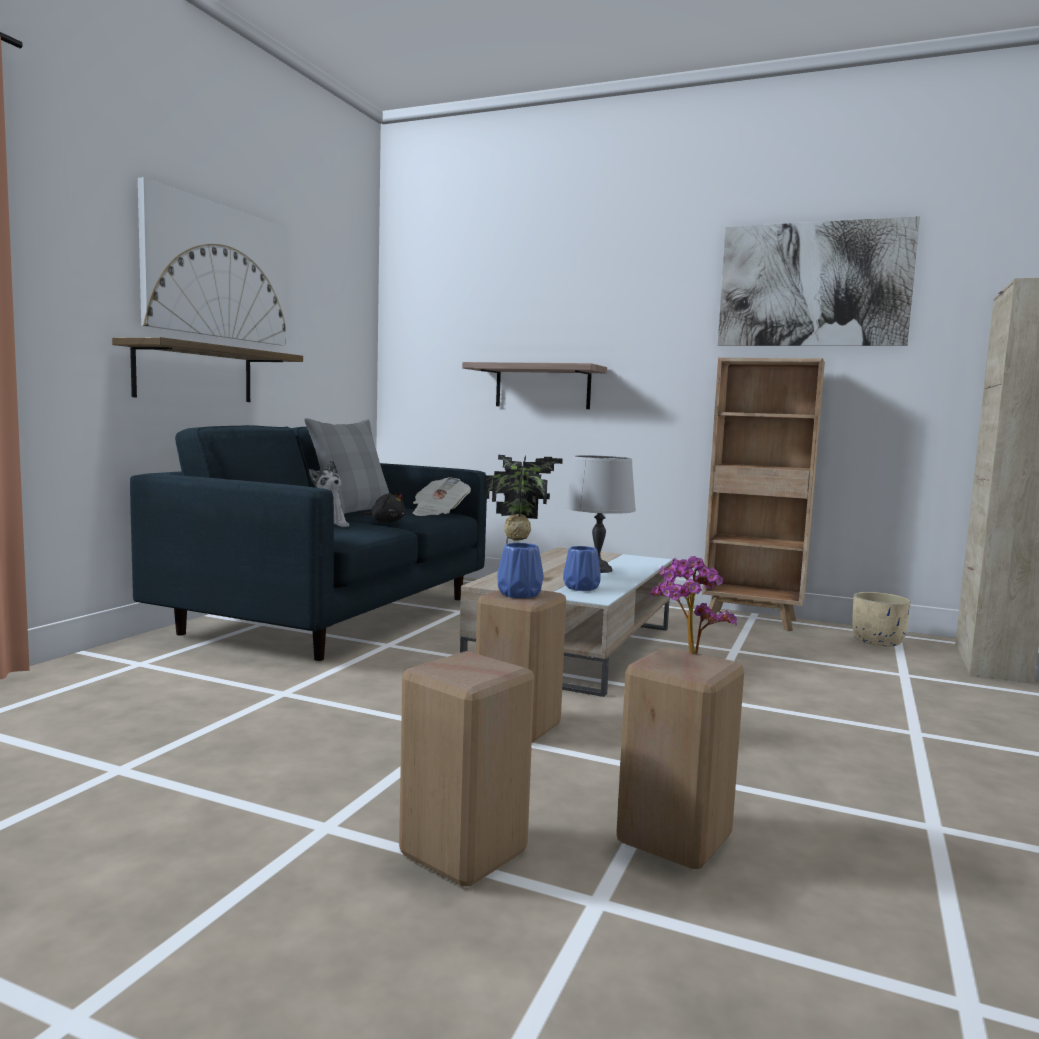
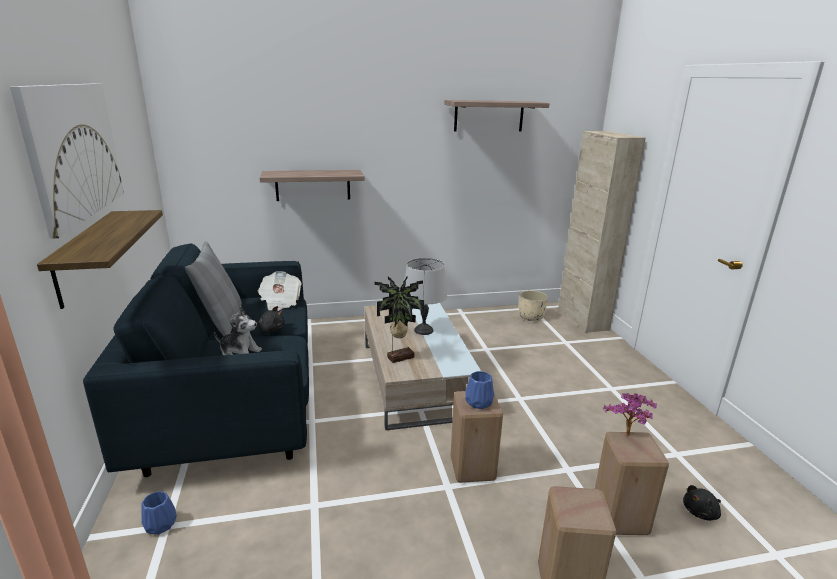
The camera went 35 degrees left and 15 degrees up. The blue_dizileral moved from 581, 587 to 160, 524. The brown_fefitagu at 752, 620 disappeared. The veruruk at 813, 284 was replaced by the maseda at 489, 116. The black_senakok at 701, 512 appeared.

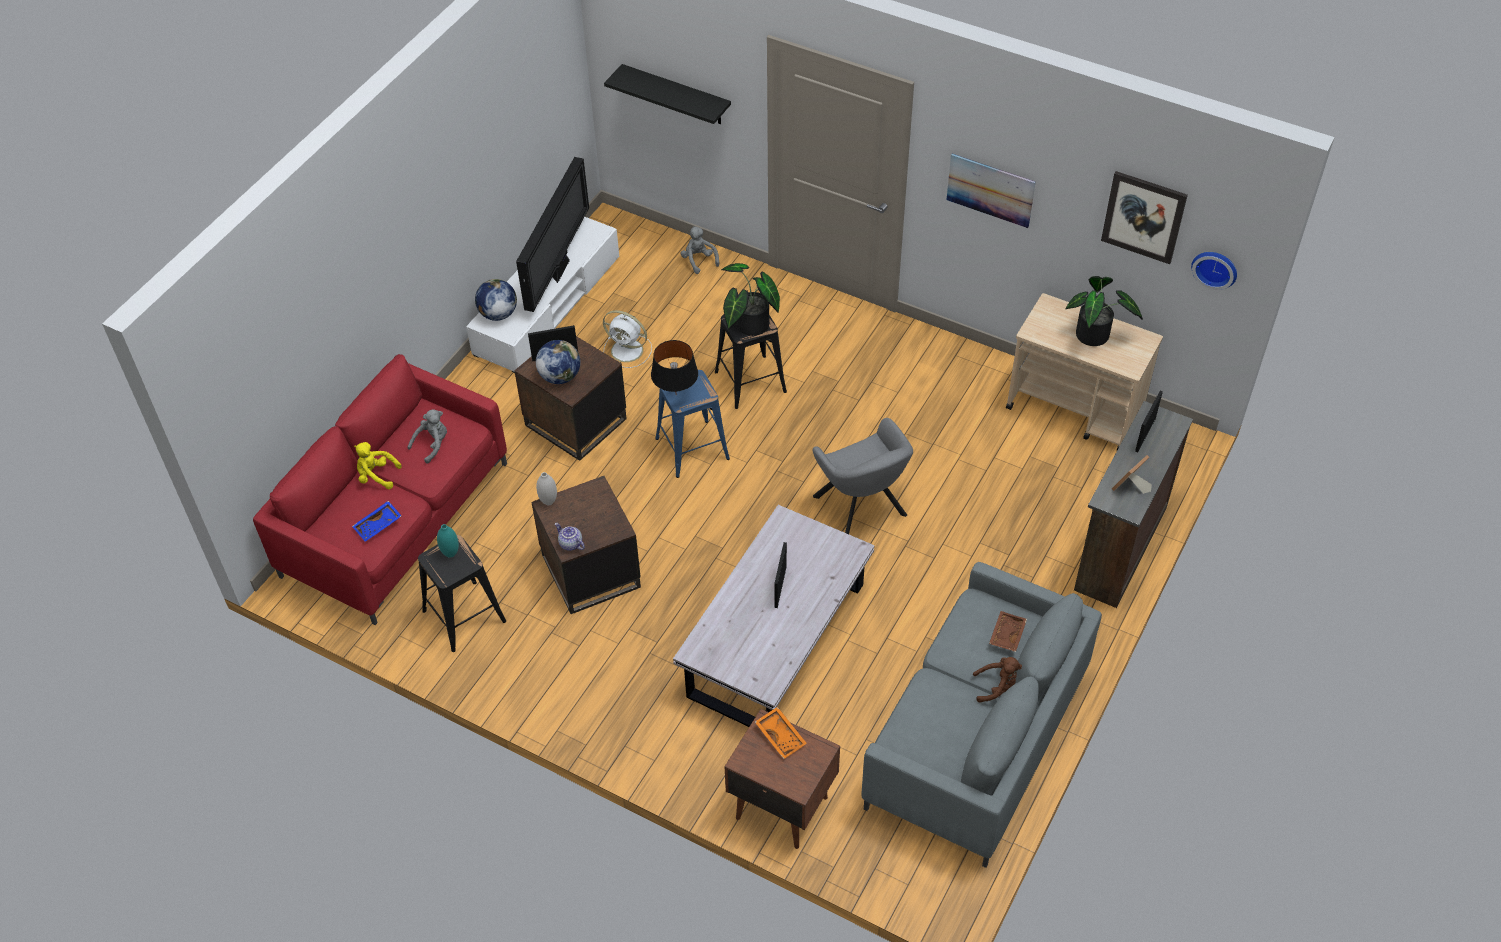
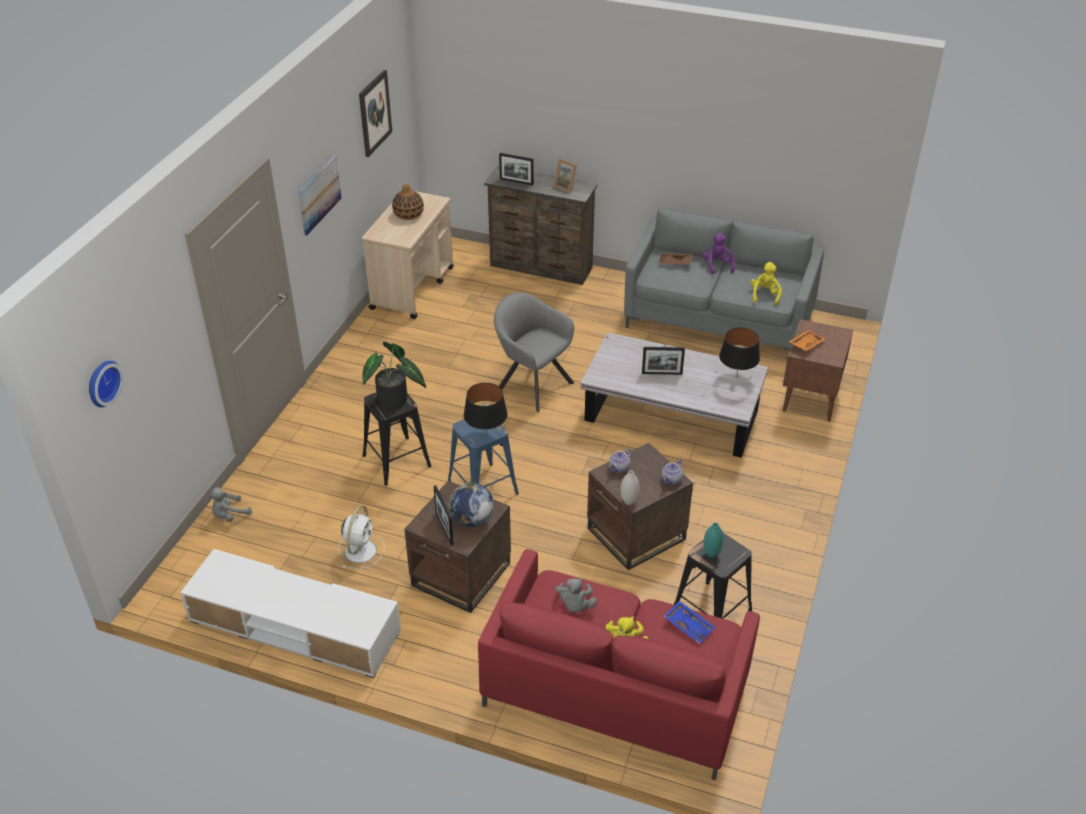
The camera went 100 degrees left and 10 degrees down. The grey_senakok at 432, 444 turned 120 degrees counterclockwise. The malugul at 498, 314 disappeared. The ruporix at 560, 269 disappeared. The black_maseda at 676, 95 disappeared. The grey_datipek at 862, 509 turned 105 degrees counterclockwise. The brown_senakok at 998, 687 became the purple_senakok at 717, 265. The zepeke at 1095, 337 was replaced by the dizileral at 408, 214. The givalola moved from 1215, 268 to 102, 382. The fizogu at 619, 468 appeared. The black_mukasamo at 736, 377 appeared. The yellow_senakok at 764, 295 appeared.

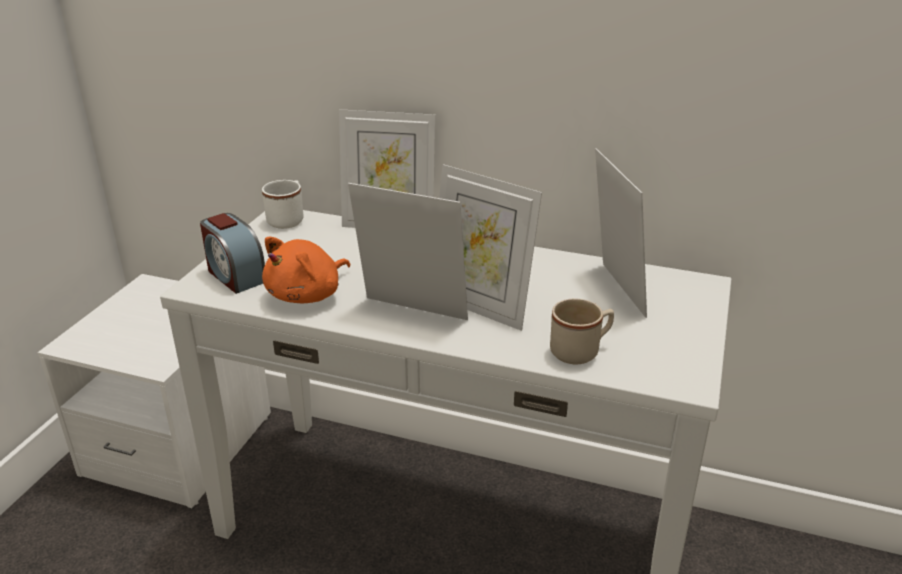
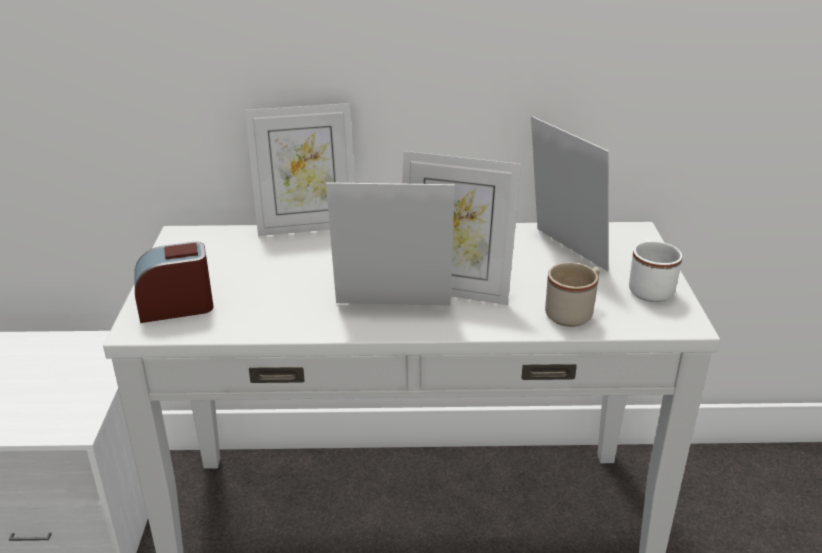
The camera went 20 degrees left and 0 degrees up. The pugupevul at 235, 275 turned 135 degrees clockwise. The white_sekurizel moved from 288, 219 to 649, 288. The orange_senakok at 307, 295 disappeared.

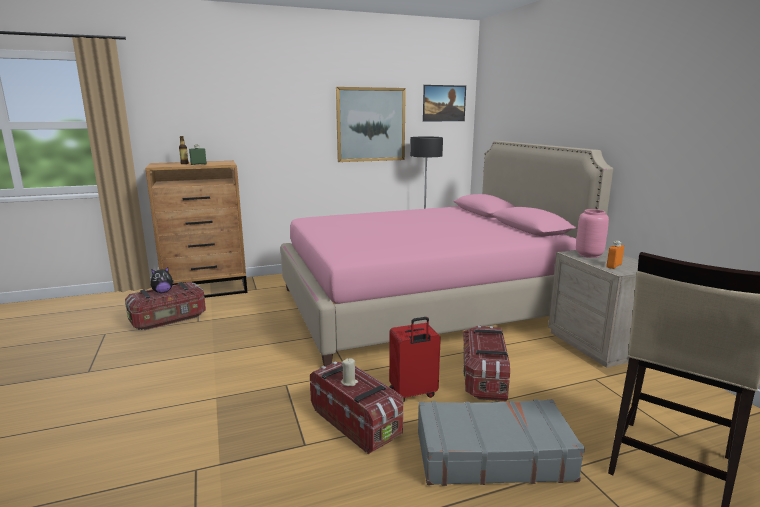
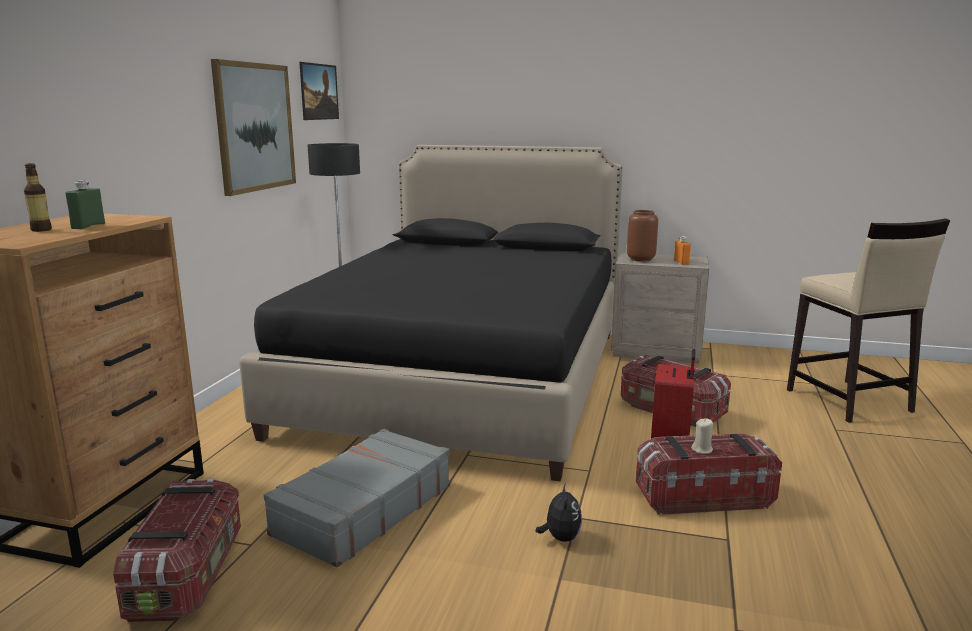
The camera went 55 degrees left and 0 degrees up. The senakok moved from 163, 292 to 560, 538. The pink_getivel at 424, 304 became the black_getivel at 464, 379. The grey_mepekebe moved from 492, 455 to 362, 510. The pink_dizileral at 588, 255 became the brown_dizileral at 640, 259.

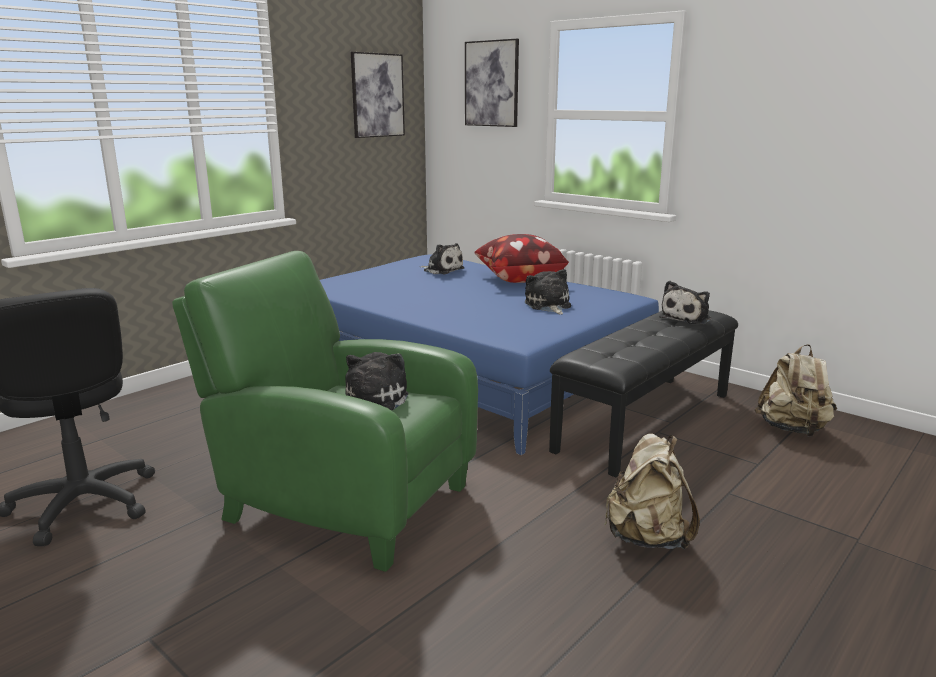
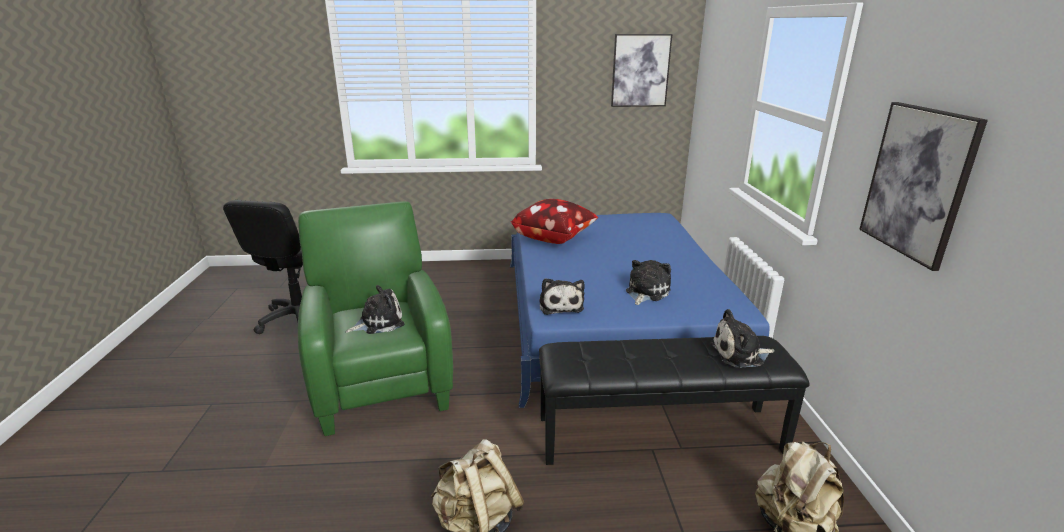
The camera went 45 degrees right and 5 degrees up. The senakok moved from 442, 270 to 560, 305. The veruruk moved from 492, 84 to 917, 182. The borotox moved from 518, 280 to 553, 238.

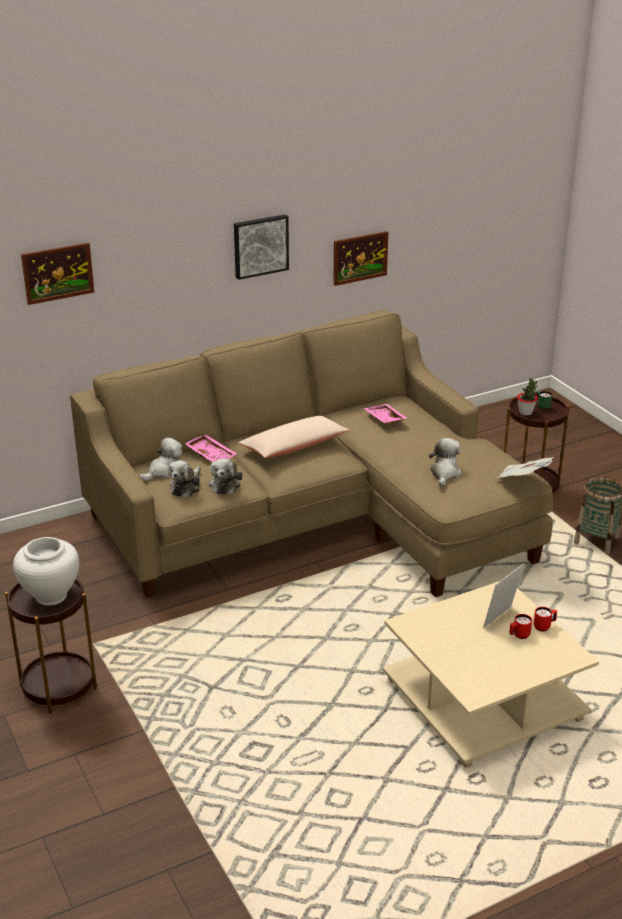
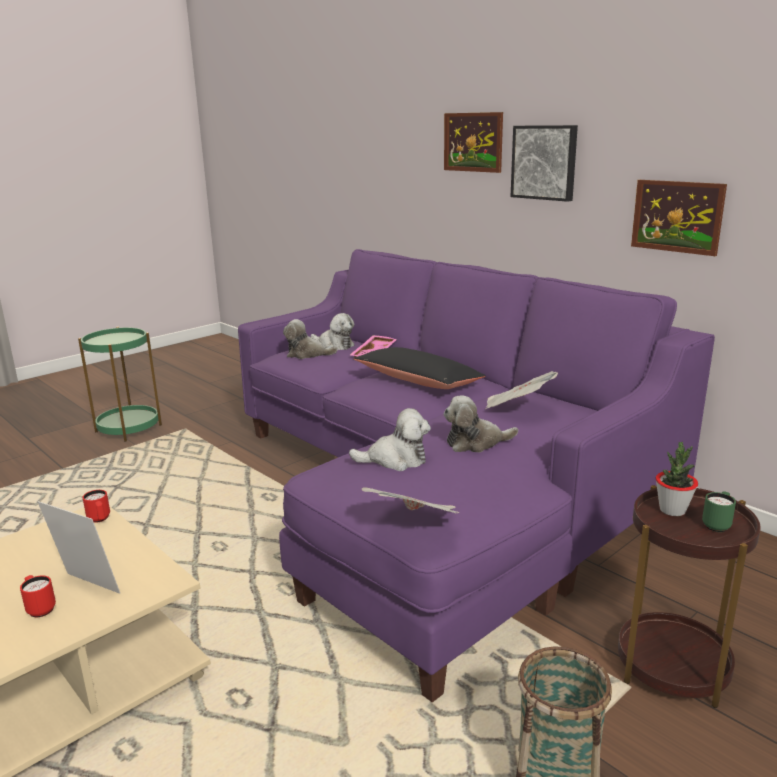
The camera went 75 degrees right and 10 degrees down. The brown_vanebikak at 58, 686 became the green_vanebikak at 128, 428. The white_dizileral at 51, 595 disappeared. The veruruk moved from 58, 273 to 473, 142. The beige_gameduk at 316, 518 became the purple_gameduk at 437, 492. The senakok moved from 225, 484 to 476, 443. The beige_borotox at 294, 447 became the black_borotox at 418, 381. The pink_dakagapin at 384, 419 was replaced by the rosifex at 517, 408. The red_sekurizel moved from 544, 626 to 100, 519.

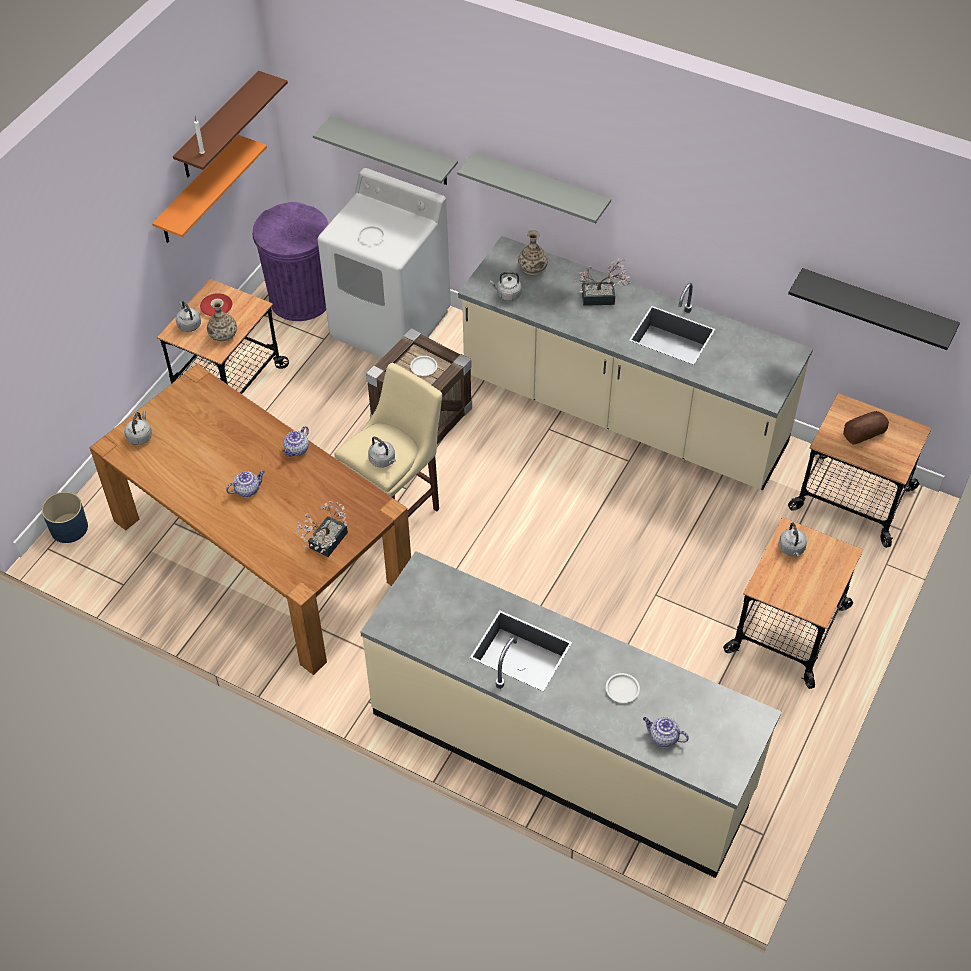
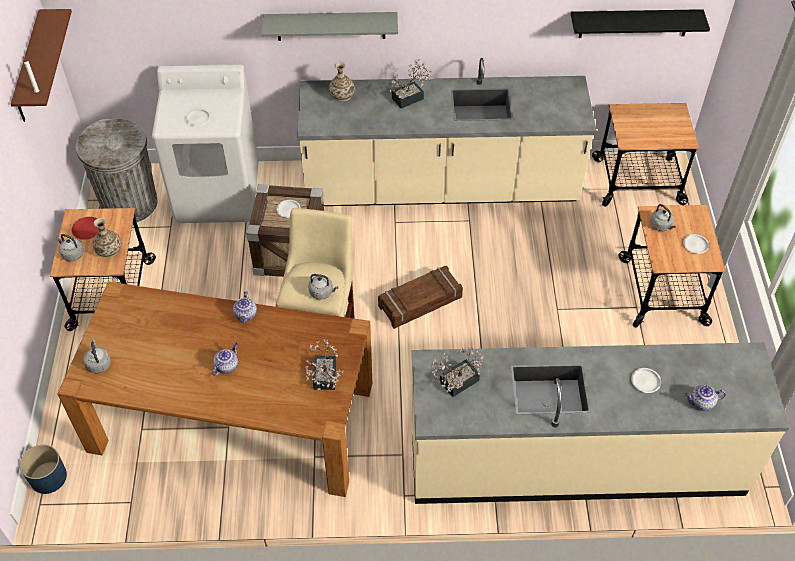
The camera went 30 degrees left and 0 degrees up. The orange_maseda at 198, 191 disappeared. The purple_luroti at 300, 299 became the grey_luroti at 129, 203. The grey_maseda at 394, 151 disappeared. The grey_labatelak at 507, 295 disappeared. The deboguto at 864, 433 disappeared. The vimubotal at 420, 302 appeared. The zepeke at 455, 383 appeared. The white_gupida at 695, 245 appeared.

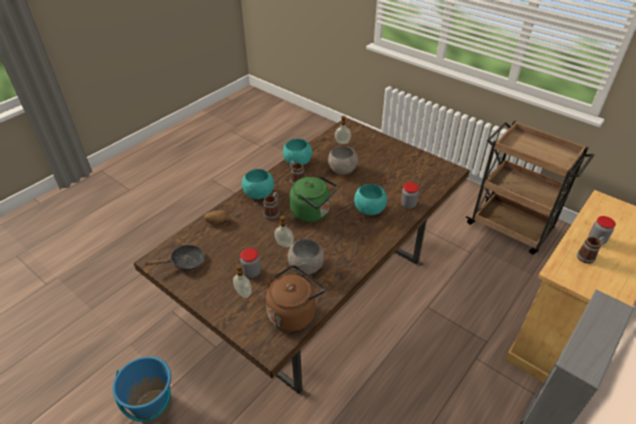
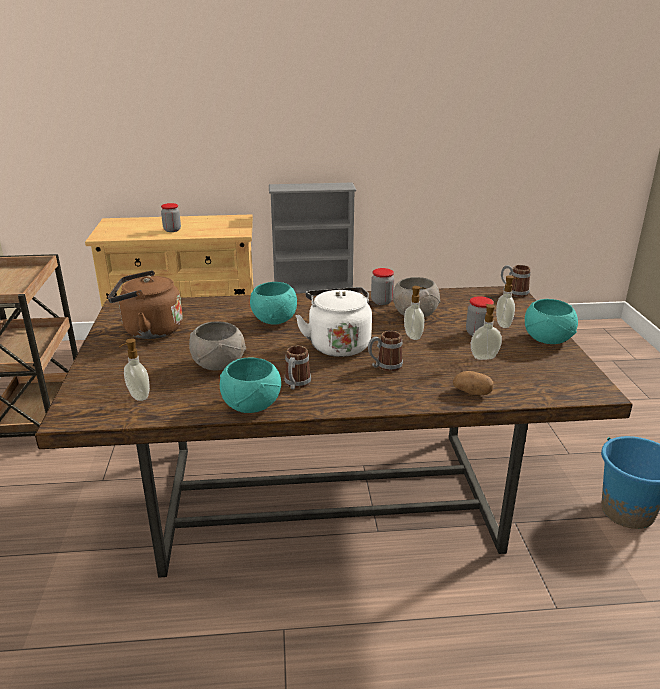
The camera went 135 degrees left and 15 degrees down. The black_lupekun at 184, 262 disappeared. The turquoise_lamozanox moved from 259, 194 to 546, 339. The brown_labatelak moved from 293, 312 to 149, 330. The green_labatelak at 313, 213 became the white_labatelak at 338, 344. The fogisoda moved from 408, 204 to 382, 301. The sekurizel moved from 588, 256 to 513, 293. The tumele at 483, 357 appeared.

